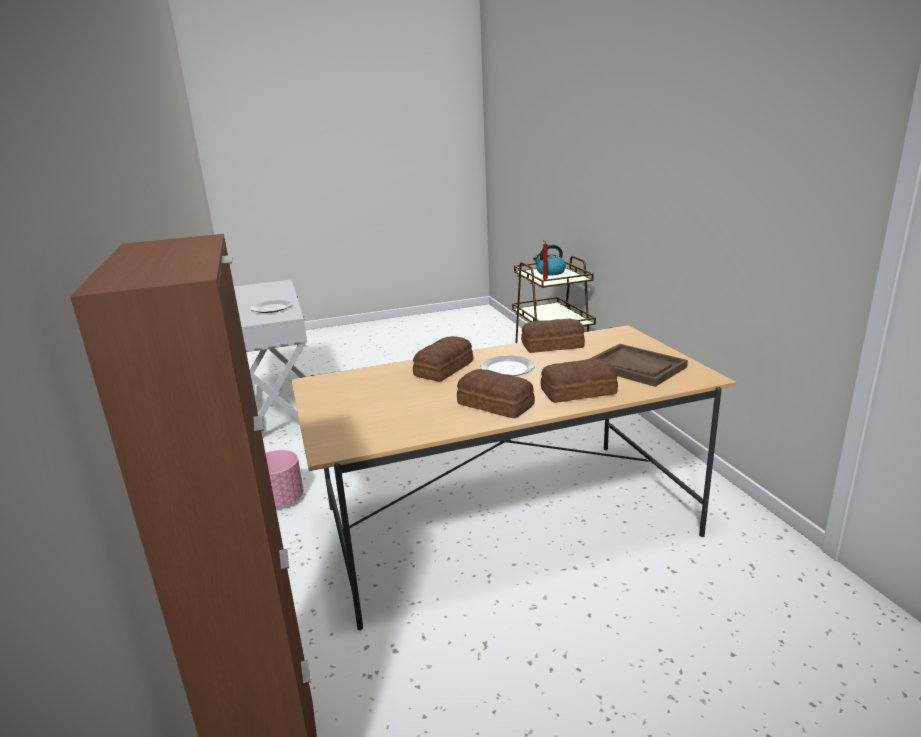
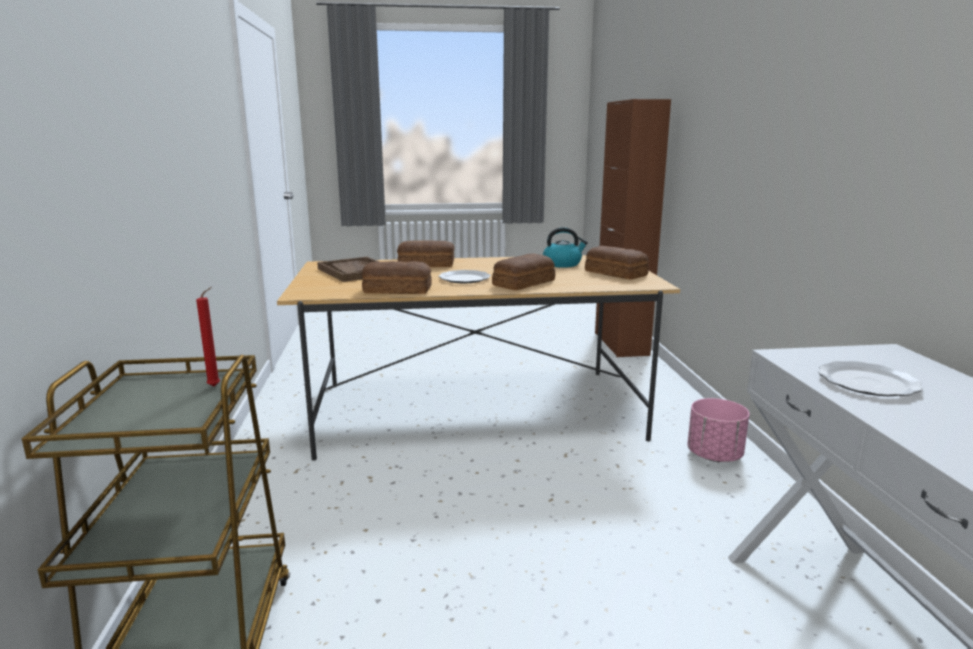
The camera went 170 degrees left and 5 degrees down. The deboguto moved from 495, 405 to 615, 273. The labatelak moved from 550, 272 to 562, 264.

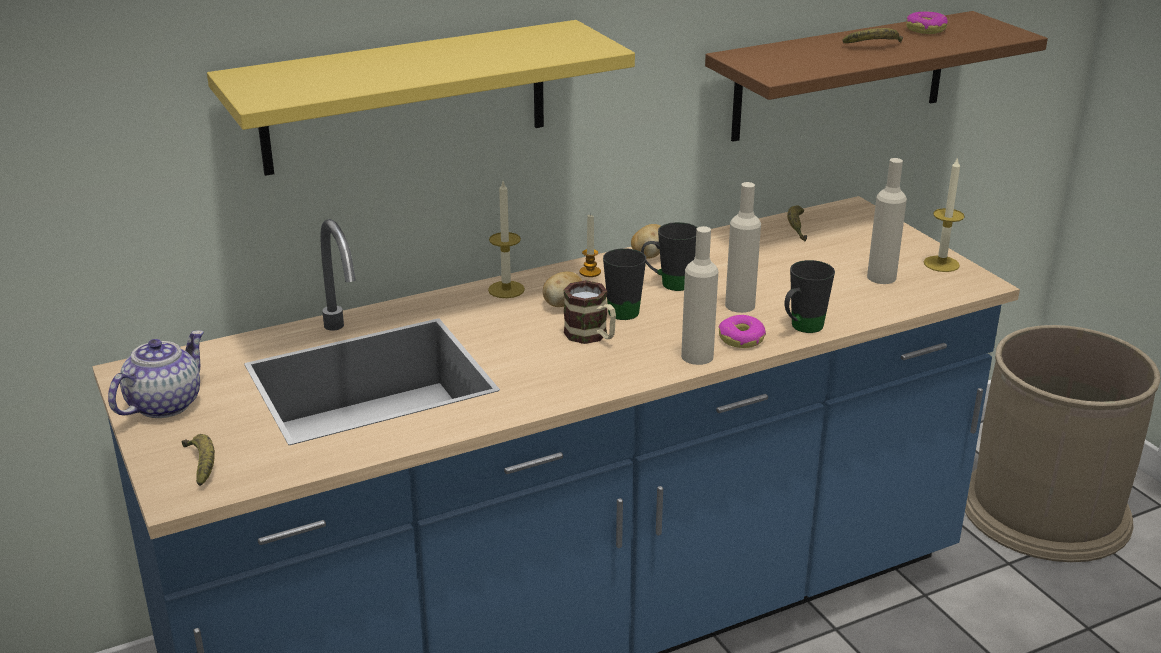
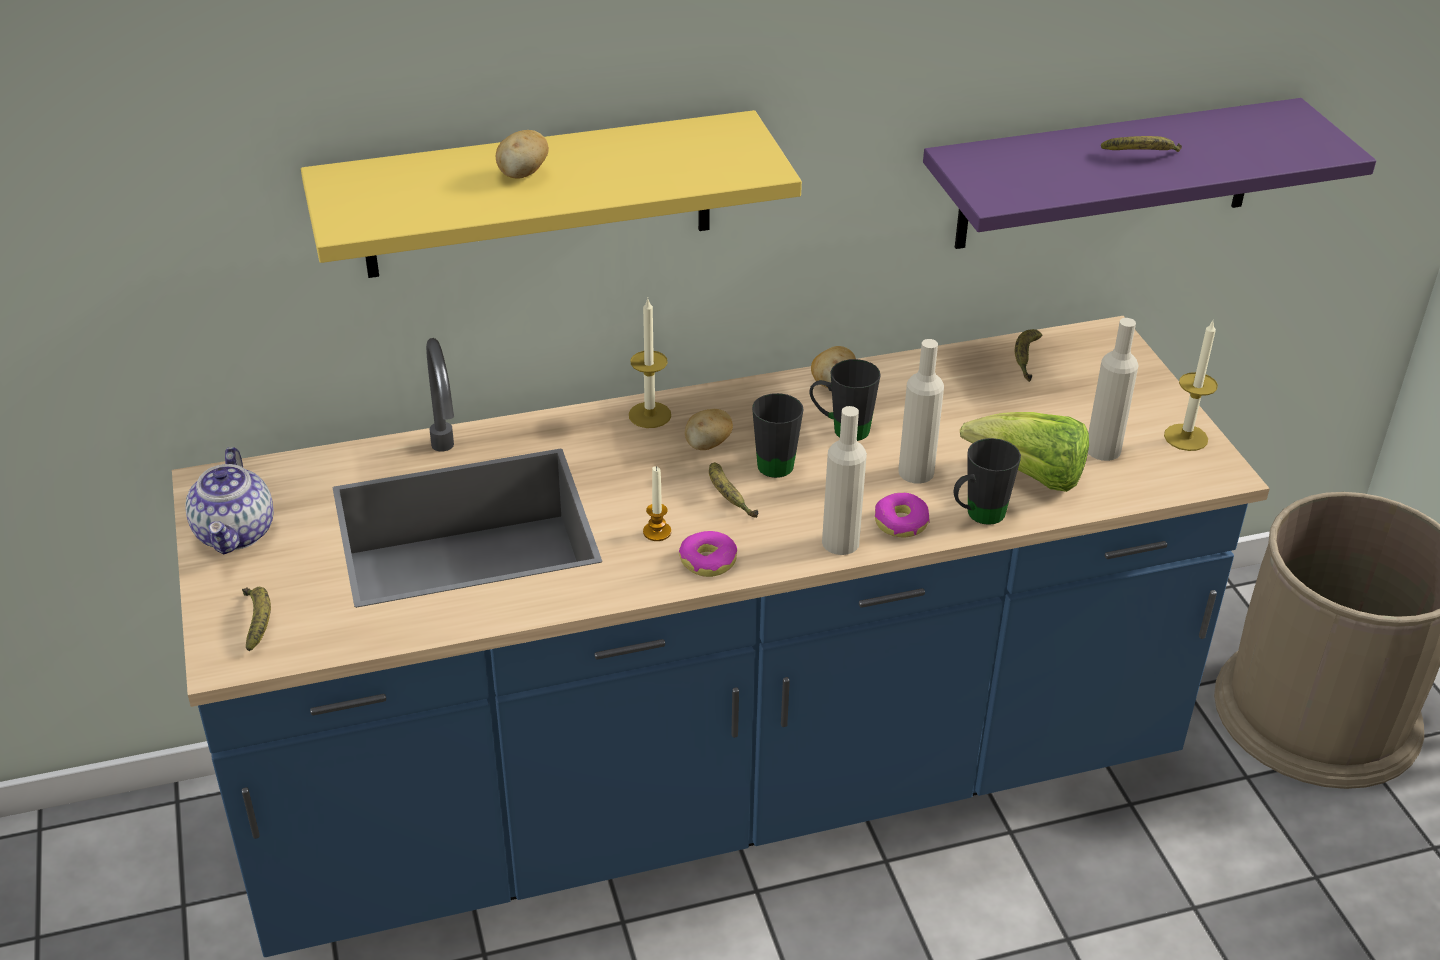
The camera went 10 degrees right and 10 degrees up. The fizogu at 164, 404 turned 135 degrees clockwise. The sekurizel at 592, 336 was replaced by the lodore at 728, 497. The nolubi moved from 590, 272 to 657, 532. The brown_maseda at 841, 76 became the purple_maseda at 1108, 174. The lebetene moved from 926, 29 to 708, 561. The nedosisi at 523, 175 appeared. The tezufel at 1029, 476 appeared.

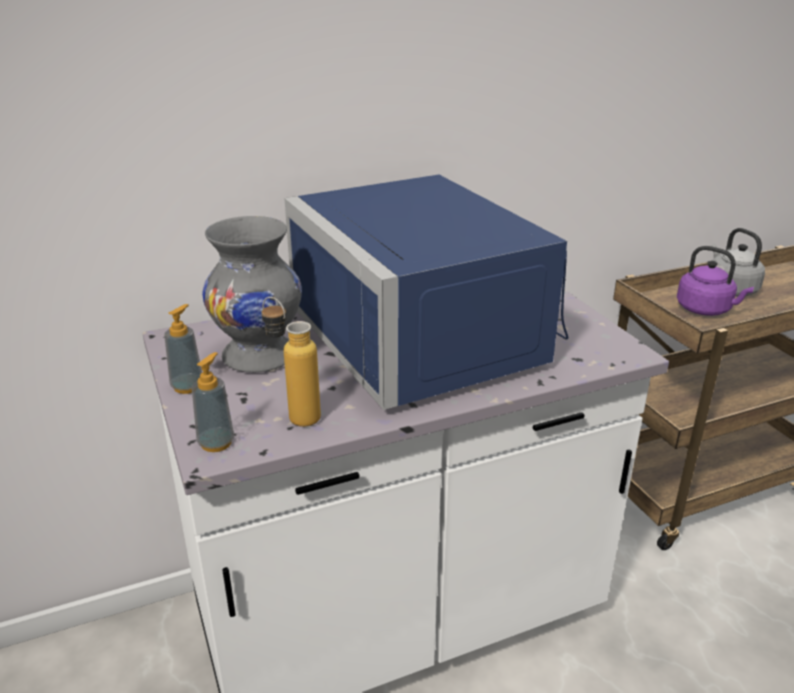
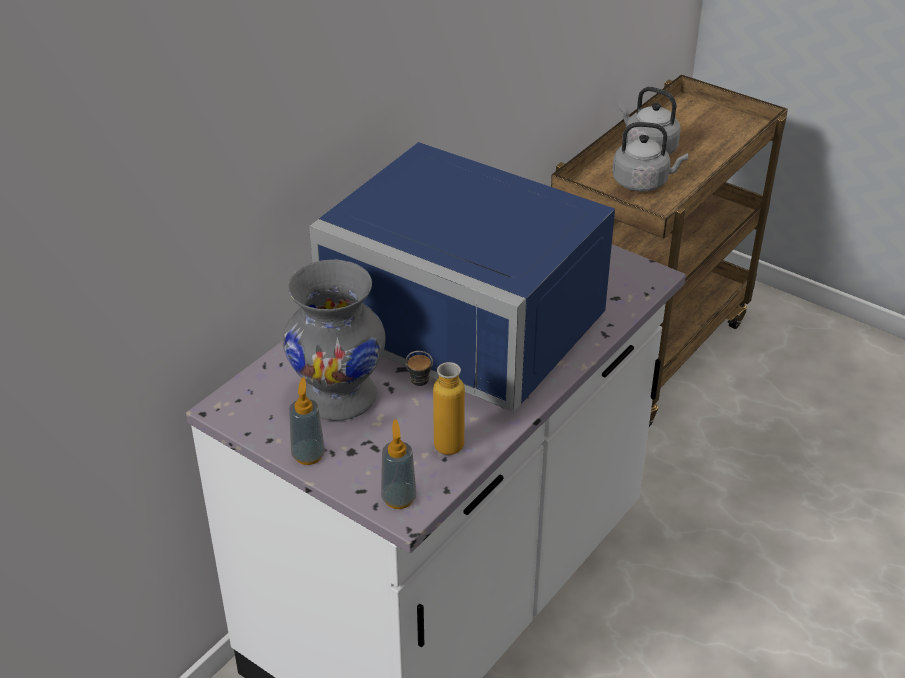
The camera went 30 degrees left and 10 degrees up. The purple_labatelak at 706, 310 became the grey_labatelak at 643, 183.

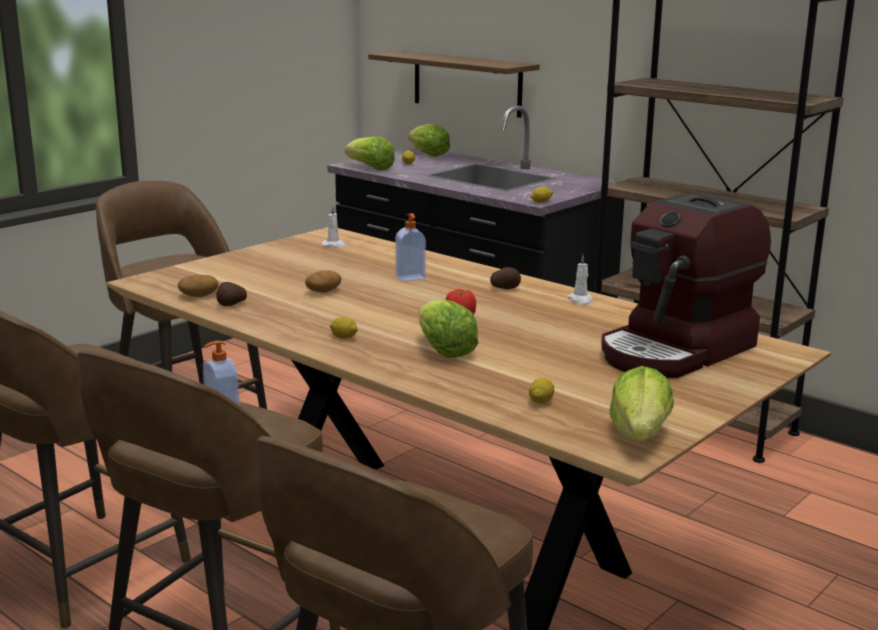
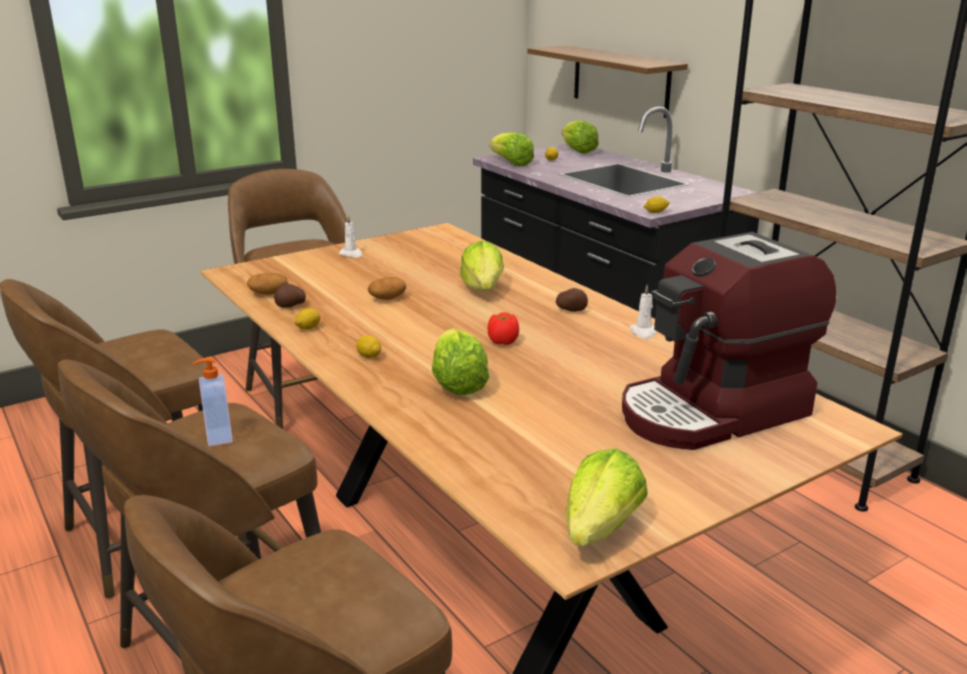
The camera went 15 degrees right and 5 degrees up. The white_nolubi moved from 334, 245 to 351, 254. The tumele at 410, 278 was replaced by the tezufel at 483, 289. The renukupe moved from 541, 401 to 308, 328.

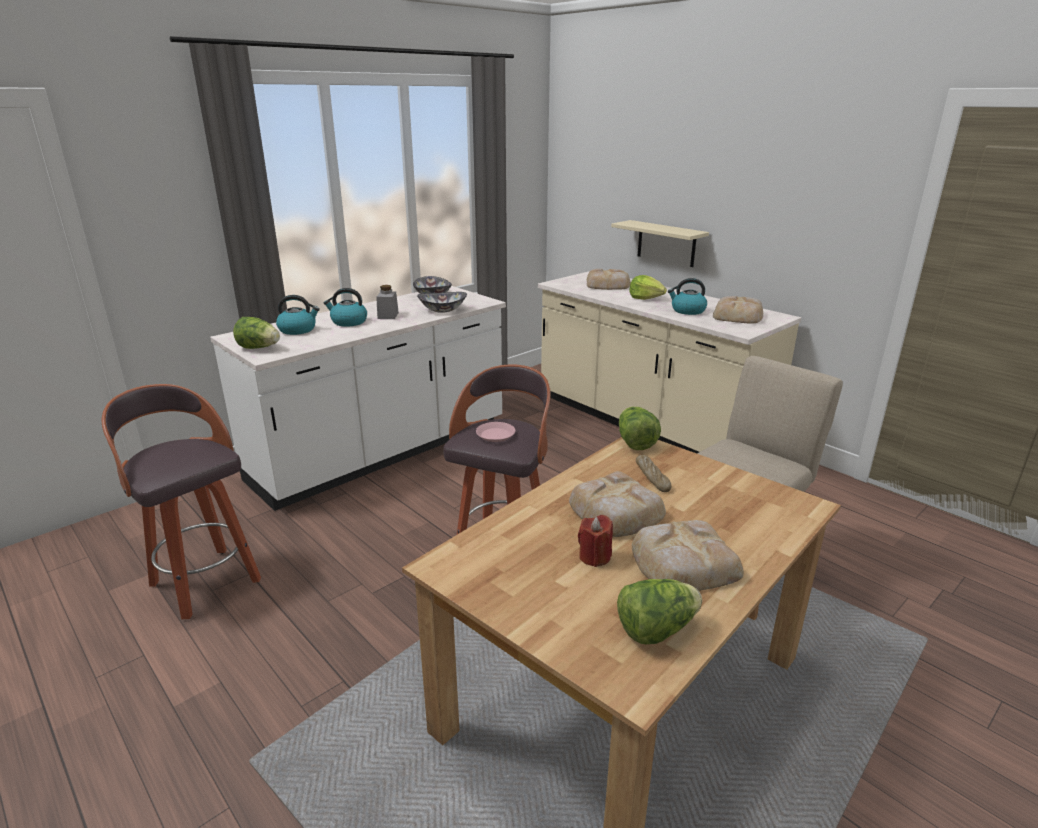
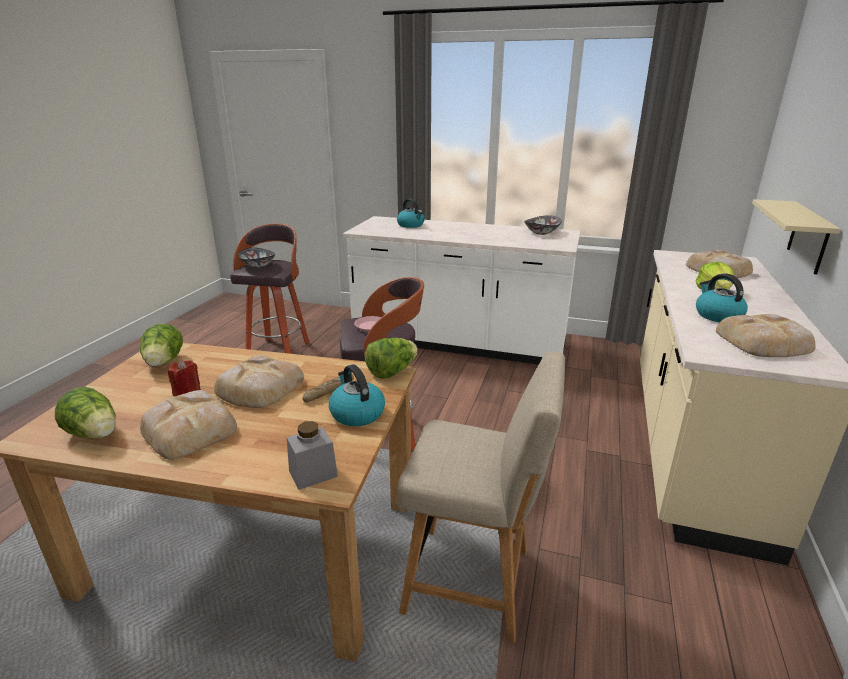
The camera went 60 degrees right and 0 degrees up. The tezufel moved from 259, 348 to 164, 363. The labatelak moved from 348, 322 to 356, 413. The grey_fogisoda moved from 388, 315 to 313, 474. The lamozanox moved from 443, 310 to 257, 265.

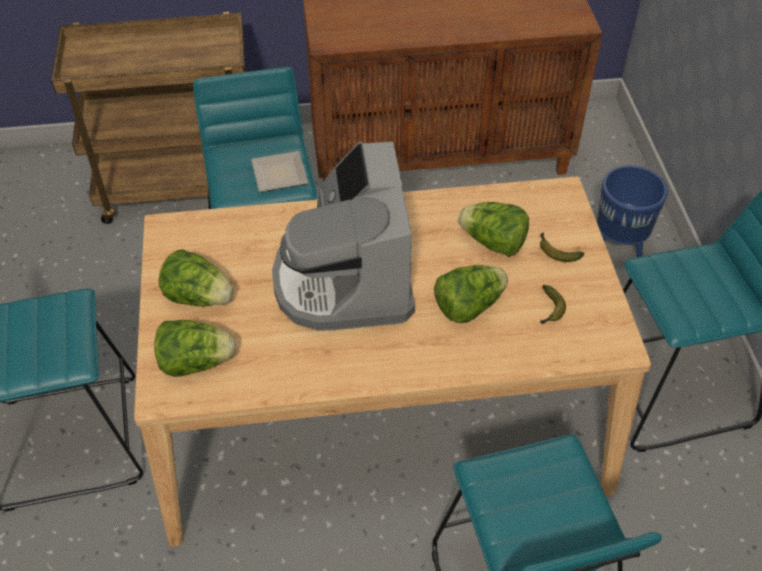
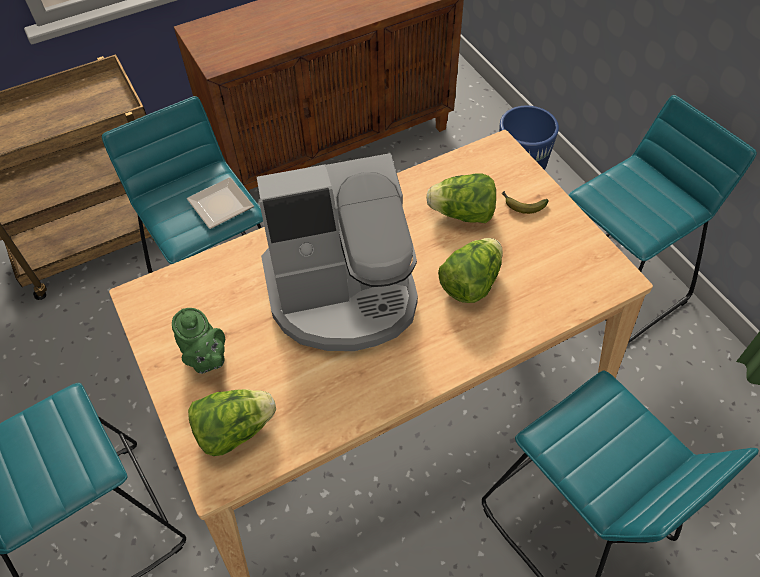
The camera went 20 degrees left and 5 degrees up. The tezufel at 199, 297 was replaced by the green_fizogu at 206, 359. The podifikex at 345, 279 turned 75 degrees counterclockwise. The lodore at 549, 310 disappeared.

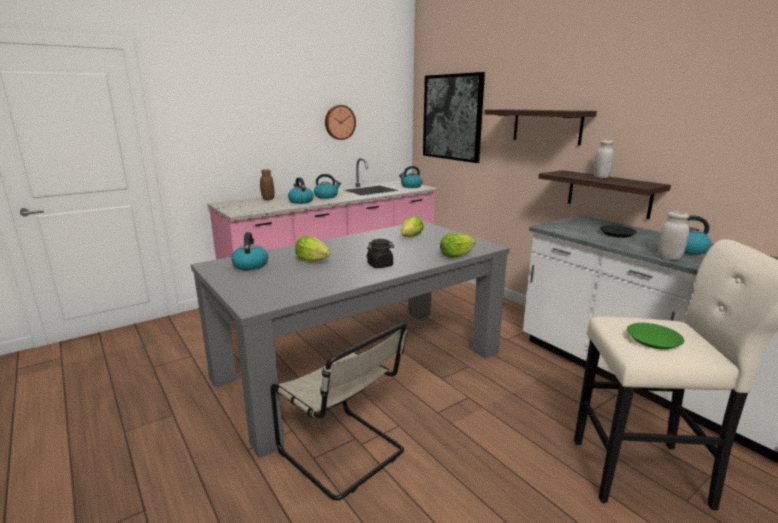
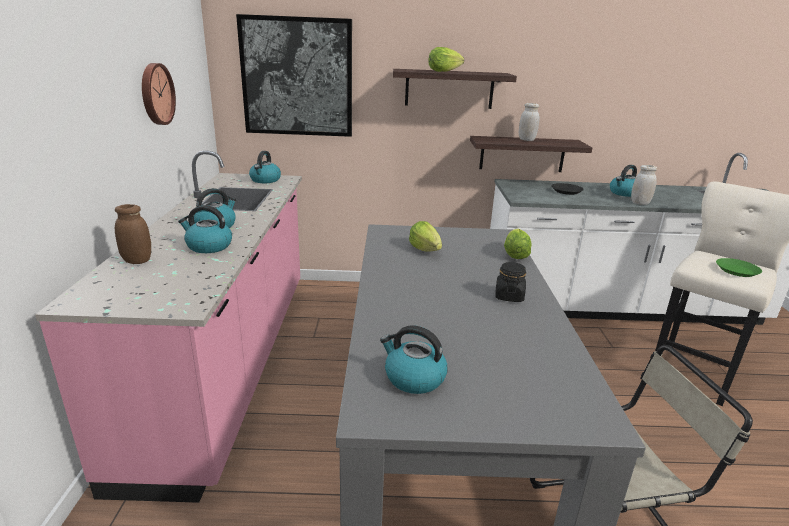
The camera went 55 degrees left and 5 degrees up. The tezufel moved from 312, 260 to 443, 71.

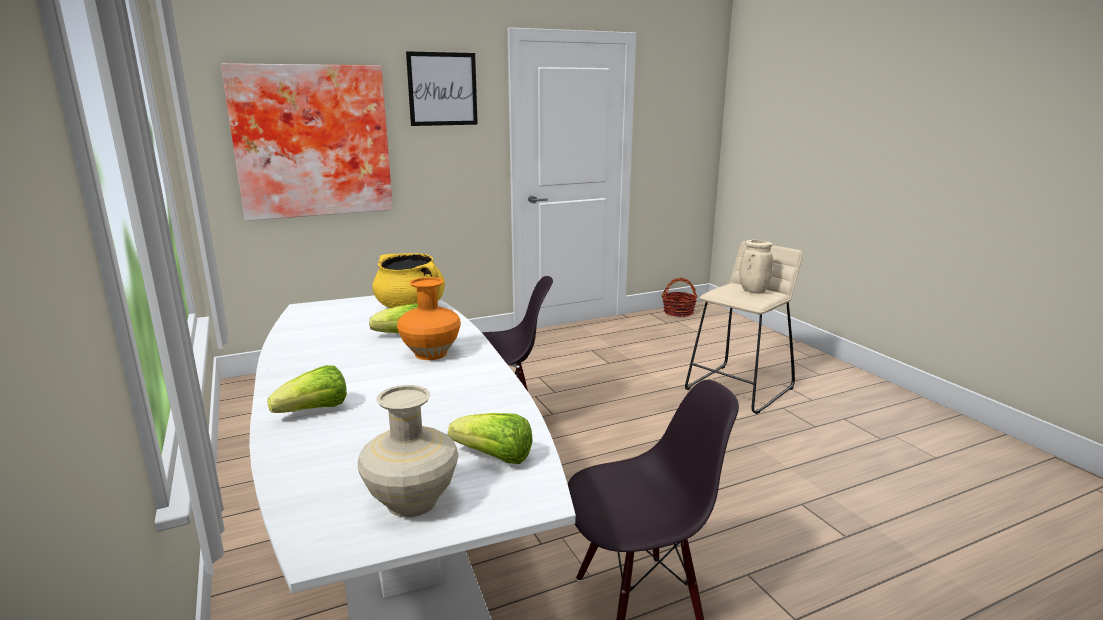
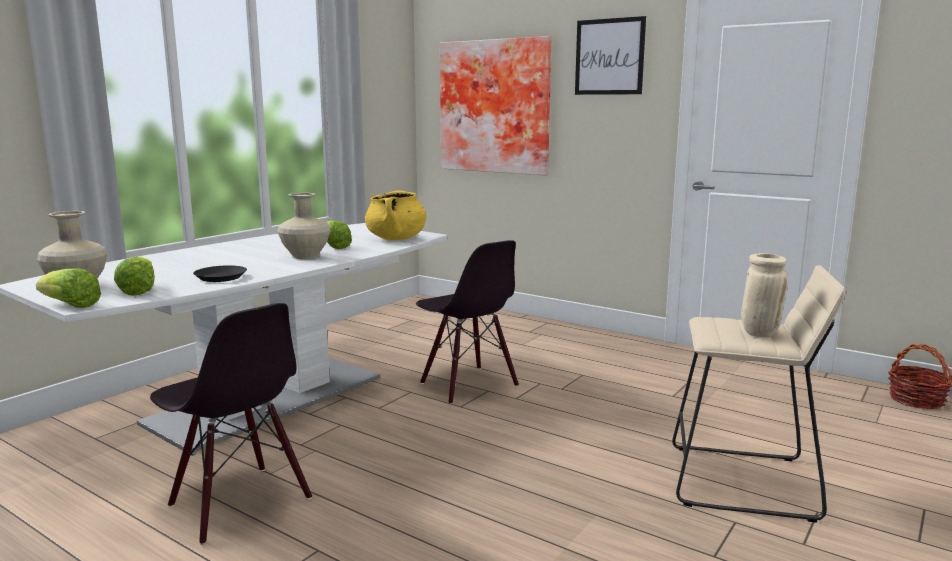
The camera went 60 degrees right and 5 degrees down. The tezufel moved from 315, 410 to 70, 306. The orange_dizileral at 430, 353 became the beige_dizileral at 306, 256. The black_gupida at 220, 278 appeared.

